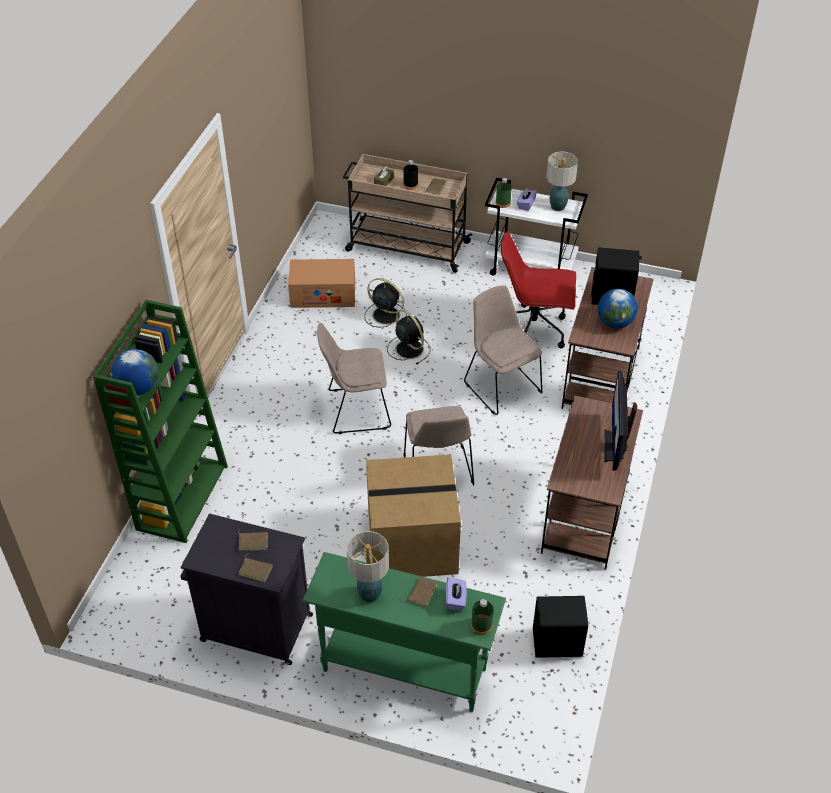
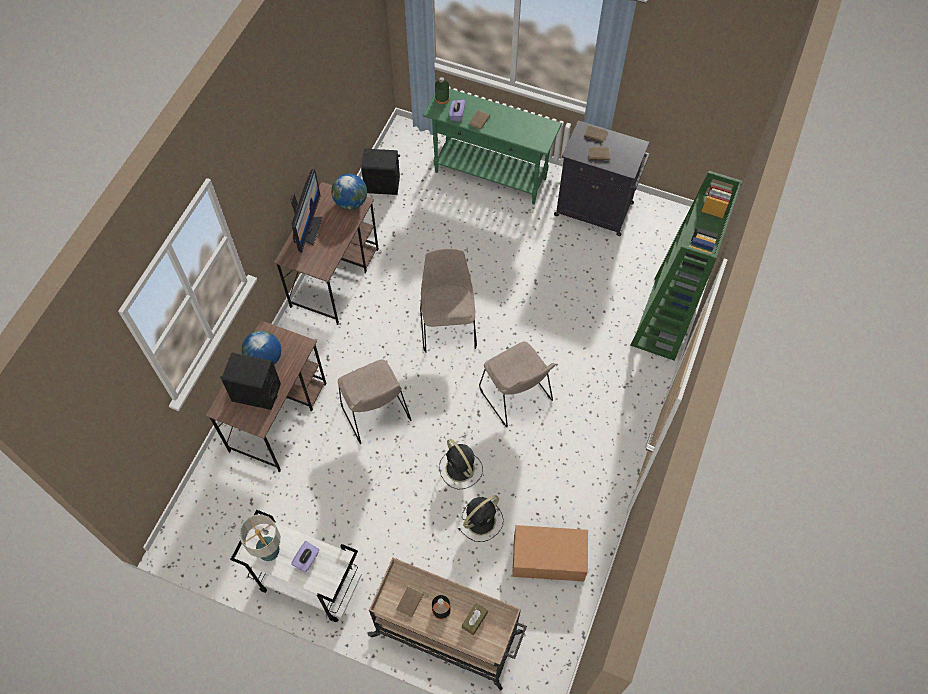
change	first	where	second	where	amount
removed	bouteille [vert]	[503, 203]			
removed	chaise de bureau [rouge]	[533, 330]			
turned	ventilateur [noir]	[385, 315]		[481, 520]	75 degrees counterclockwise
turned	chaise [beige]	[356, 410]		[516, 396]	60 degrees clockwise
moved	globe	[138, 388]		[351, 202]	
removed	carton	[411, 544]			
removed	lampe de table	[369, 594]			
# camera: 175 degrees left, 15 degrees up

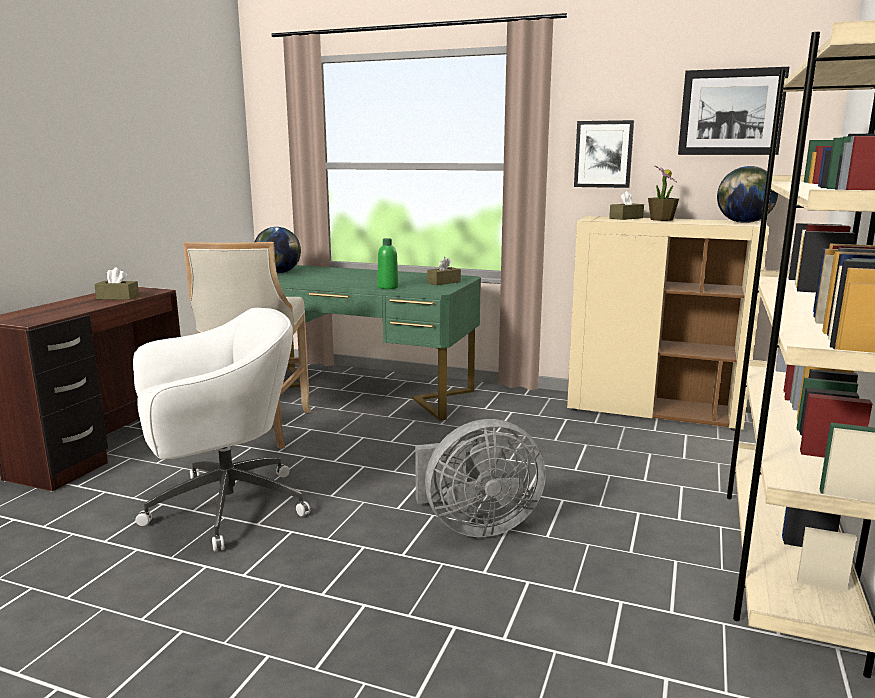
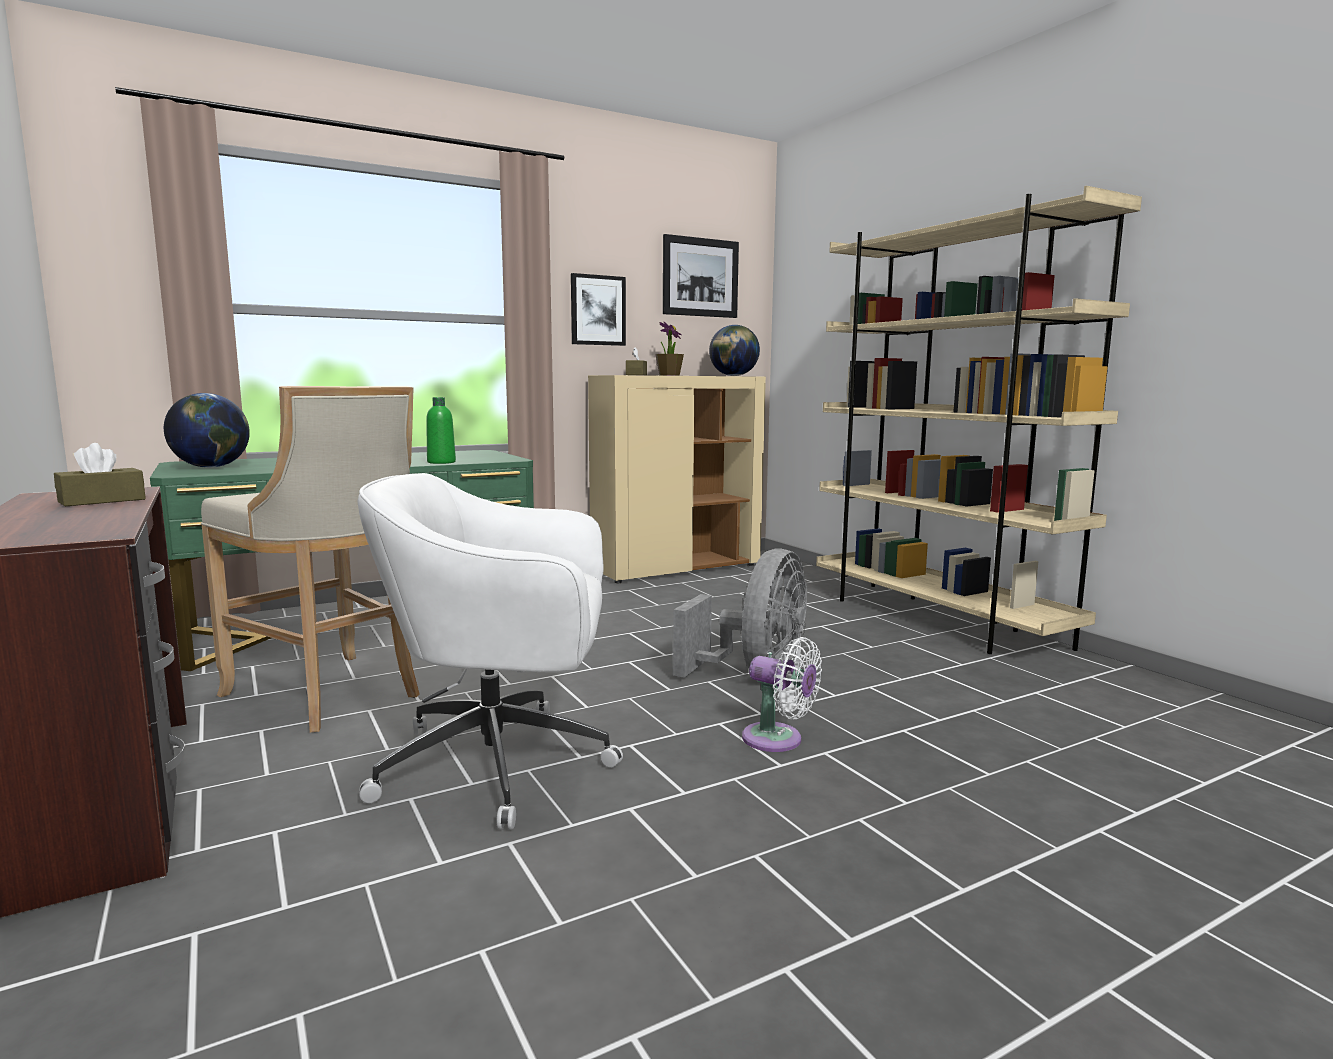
change	first	where	second	where	amount
removed	boîte à mouchoirs [marron]	[444, 282]			
turned	chaise de bureau [blanc]	[223, 508]		[502, 765]	105 degrees counterclockwise
added			ventilateur [blanc]	[778, 740]	
# camera: 50 degrees left, 5 degrees down

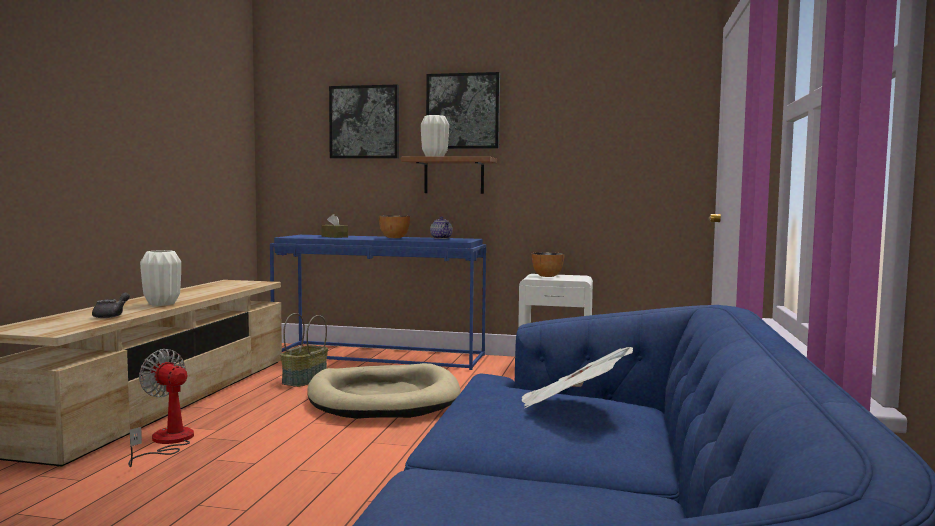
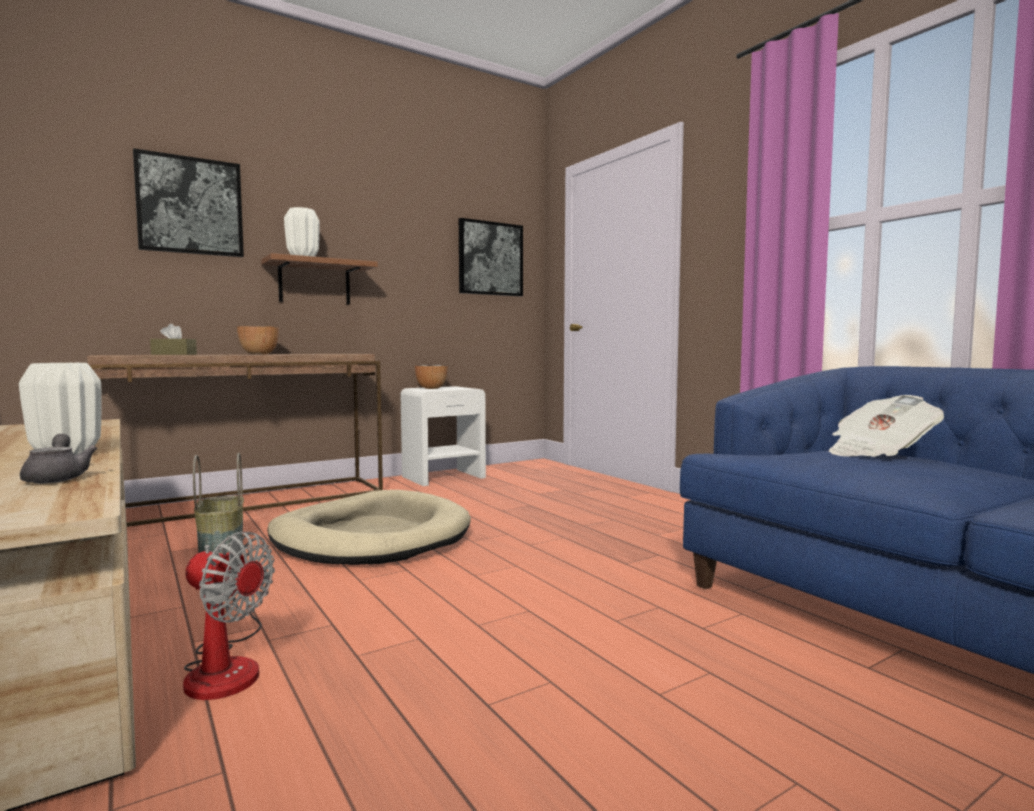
change	first	where	second	where	amount
moved	tableau	[463, 111]		[490, 259]	
removed	théière	[441, 238]			
recoloured	table console [bleu]	[381, 356]	table console [marron]	[249, 502]	
turned	ventilateur	[166, 442]		[227, 666]	150 degrees counterclockwise
# camera: 45 degrees left, 0 degrees up

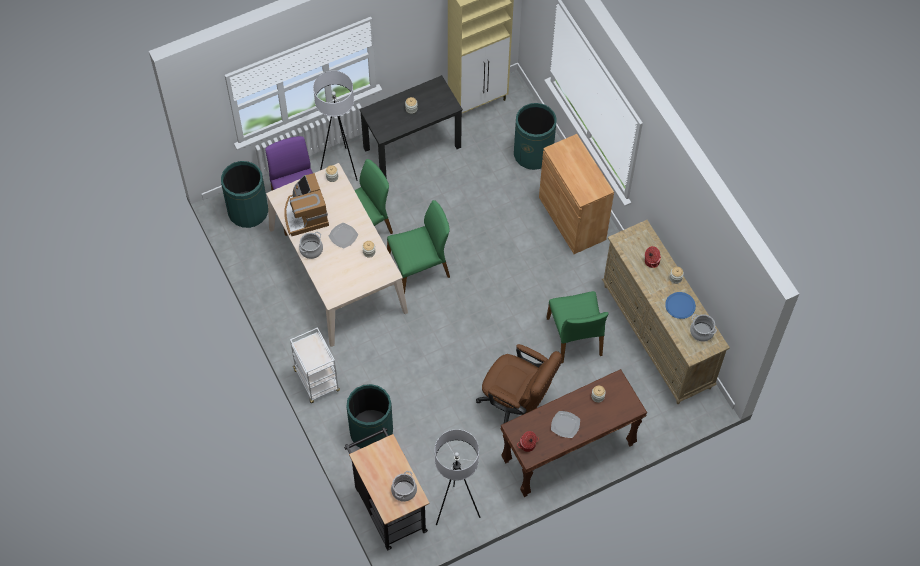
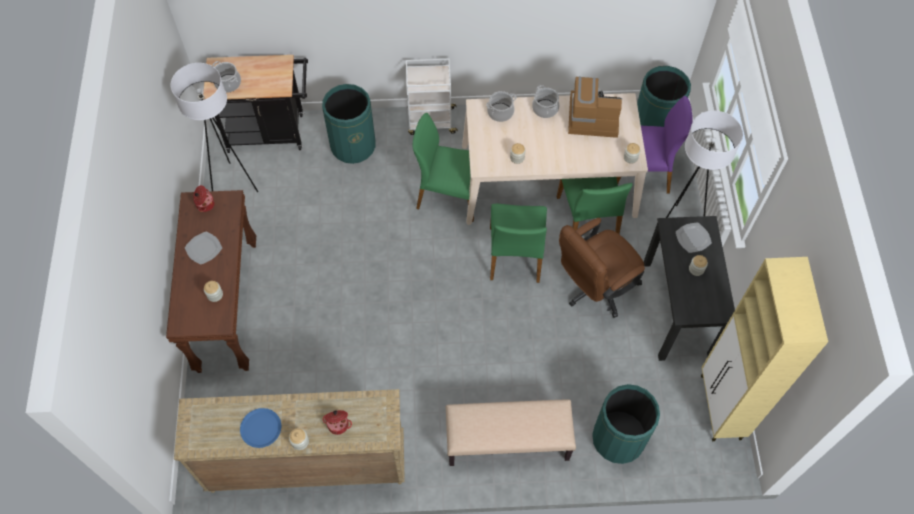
change	first	where	second	where	amount
replaced	meuble de rangement [marron]	[572, 218]	banc [beige]	[507, 442]	
moved	assiette	[343, 236]		[692, 238]	
moved	chaise [vert]	[575, 337]		[449, 194]	
moved	marmite	[701, 332]		[500, 112]	
moved	chaise de bureau [marron]	[517, 403]		[594, 288]	
# camera: 115 degrees right, 0 degrees up

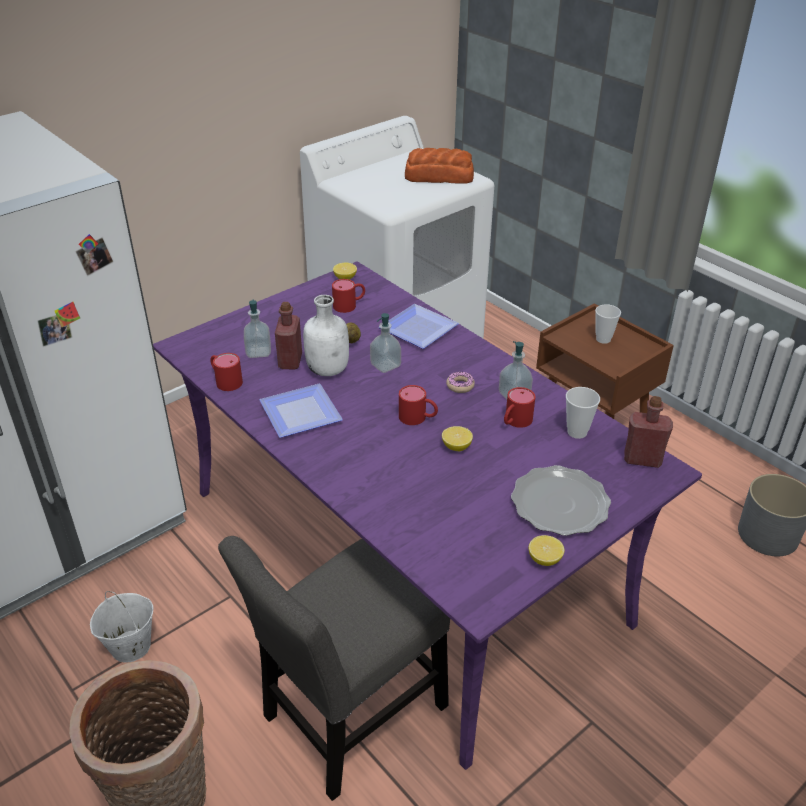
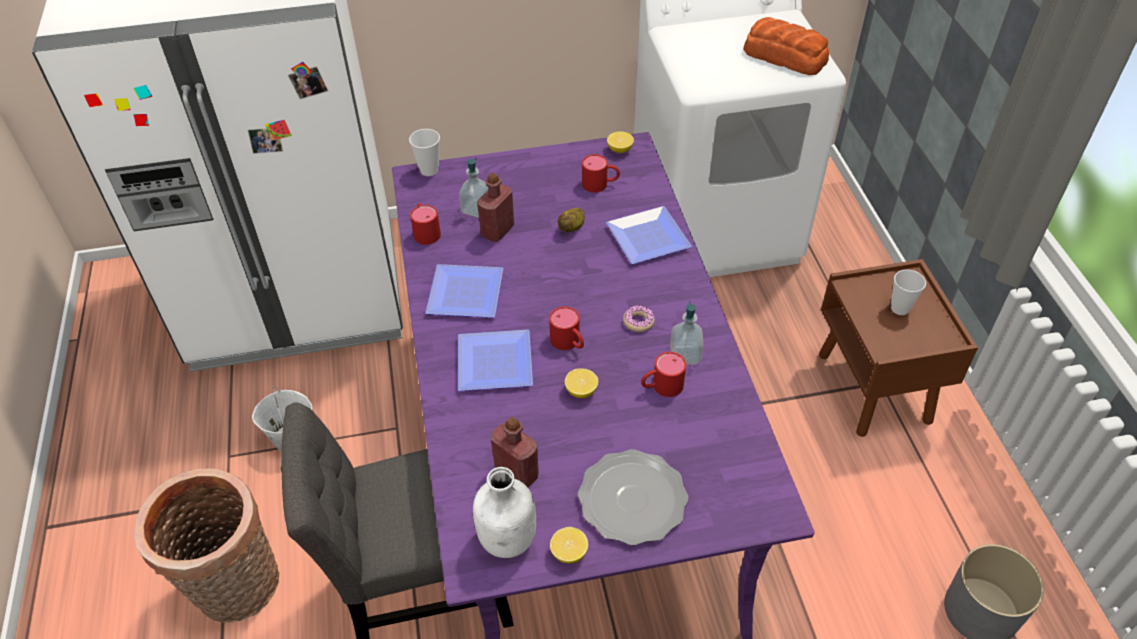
change	first	where	second	where	amount
moved	bouteille [blanc]	[328, 370]		[509, 539]	
removed	distributeur de savon	[385, 365]			
moved	tasse	[577, 432]		[429, 170]	
moved	bouteille [rouge]	[642, 459]		[517, 473]	
added			assiette	[492, 365]	
# camera: 30 degrees right, 10 degrees up

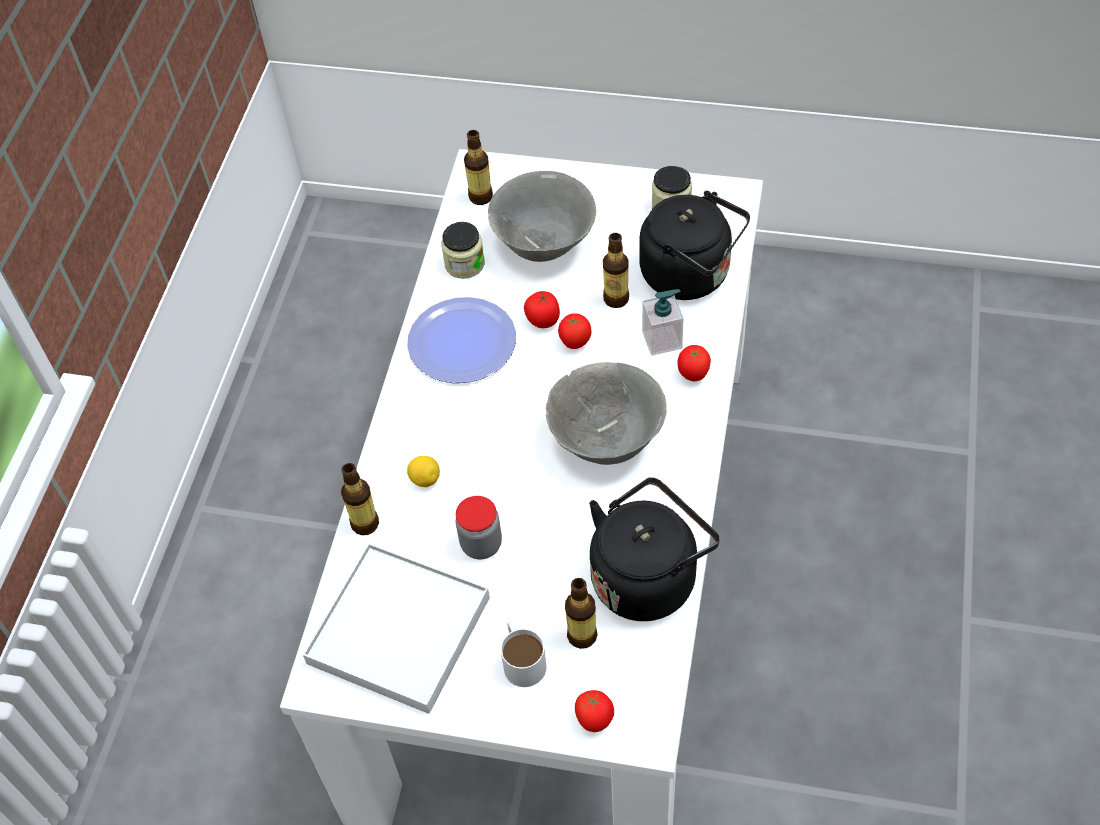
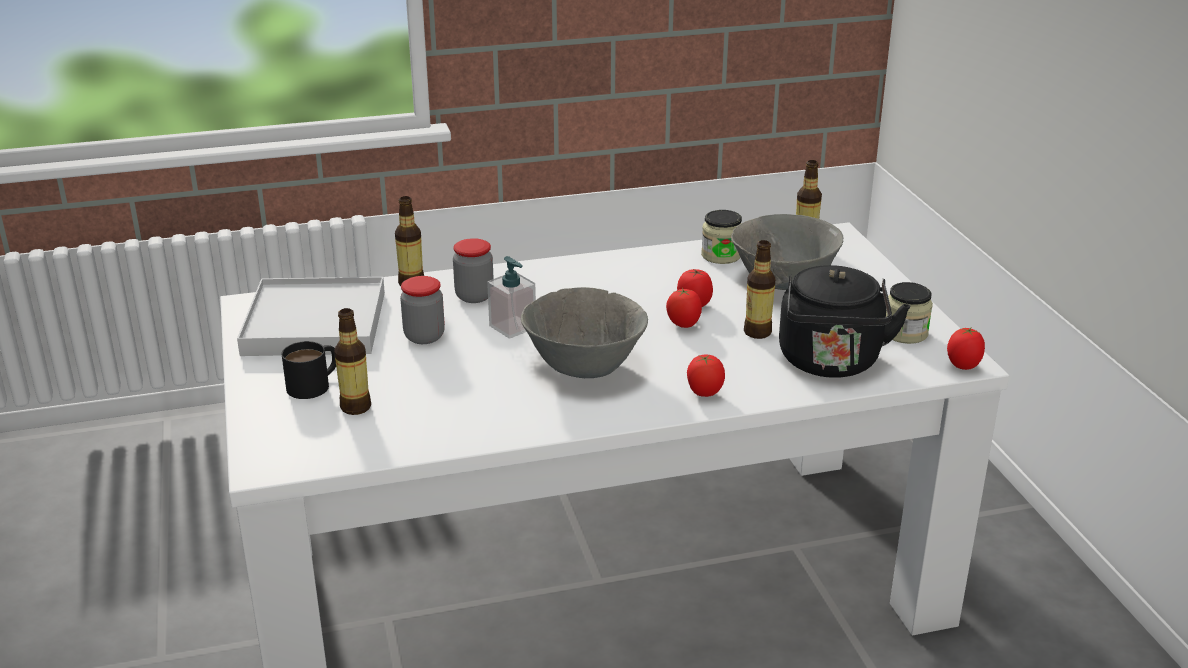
change	first	where	second	where	amount
moved	distributeur de savon	[662, 340]		[513, 327]	
removed	assiette	[462, 342]			
replaced	citron	[425, 479]	bocal	[474, 296]	
removed	bouilloire [noir]	[647, 576]			
recoloured	mug [blanc]	[521, 659]	mug [noir]	[315, 384]	
moved	tomate	[595, 720]		[963, 366]	
# camera: 60 degrees right, 25 degrees down

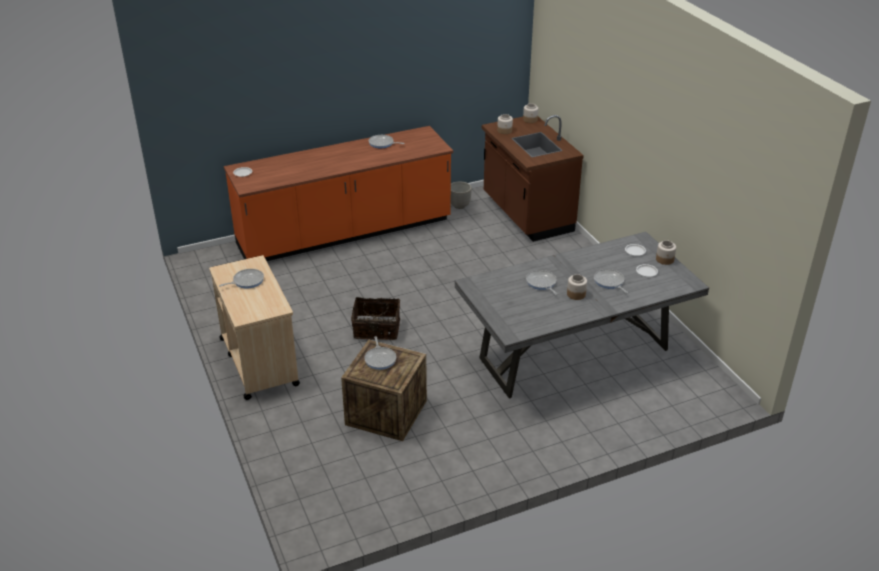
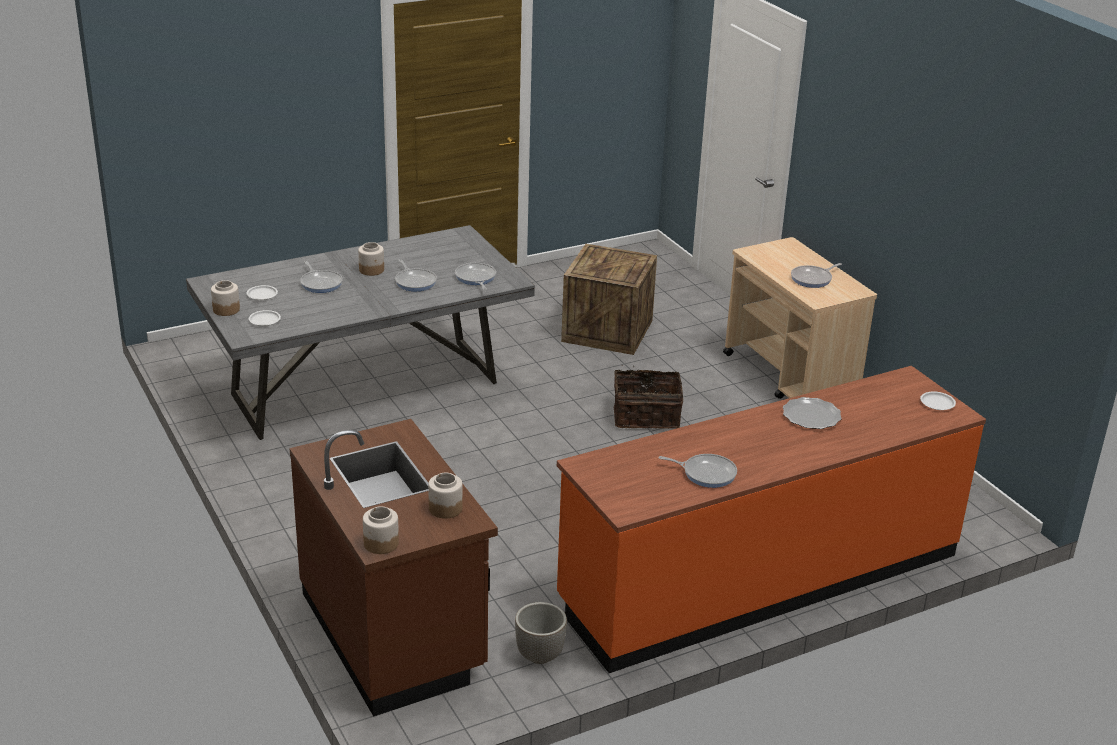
change	first	where	second	where	amount
moved	poêle	[380, 359]		[475, 278]	
added			assiette	[811, 416]	
# camera: 175 degrees right, 5 degrees down

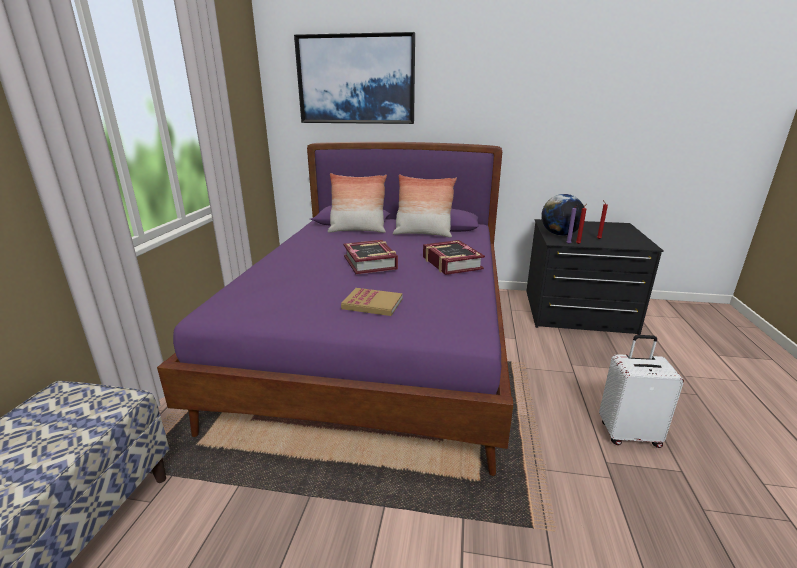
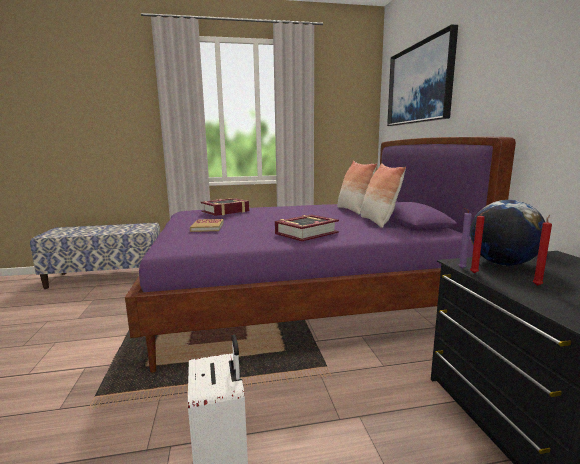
change	first	where	second	where	amount
moved	livre	[370, 262]		[225, 211]	
# camera: 70 degrees right, 10 degrees down

